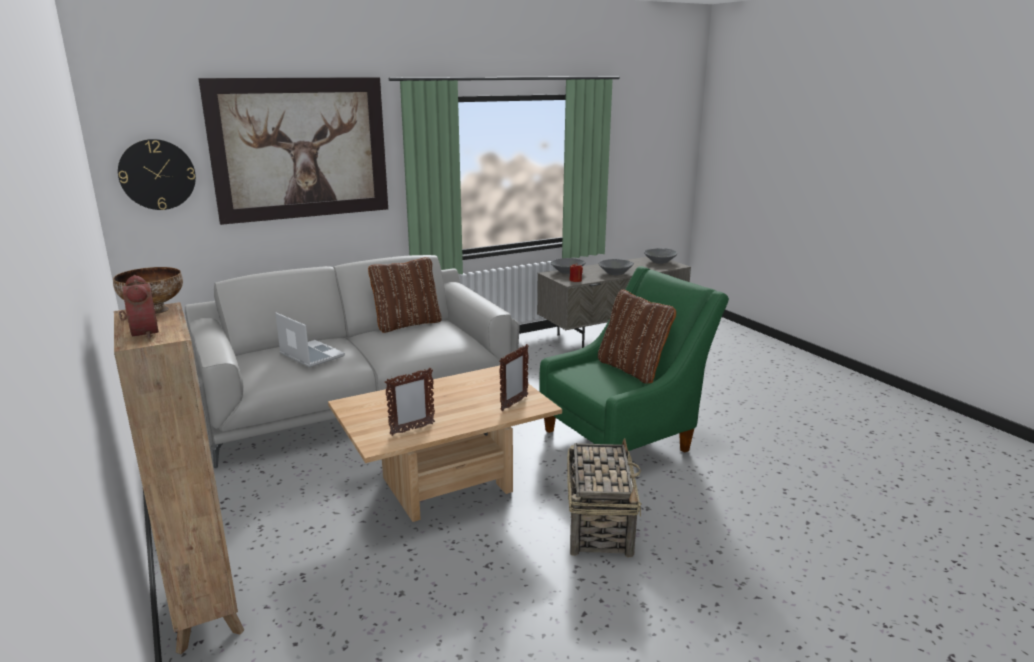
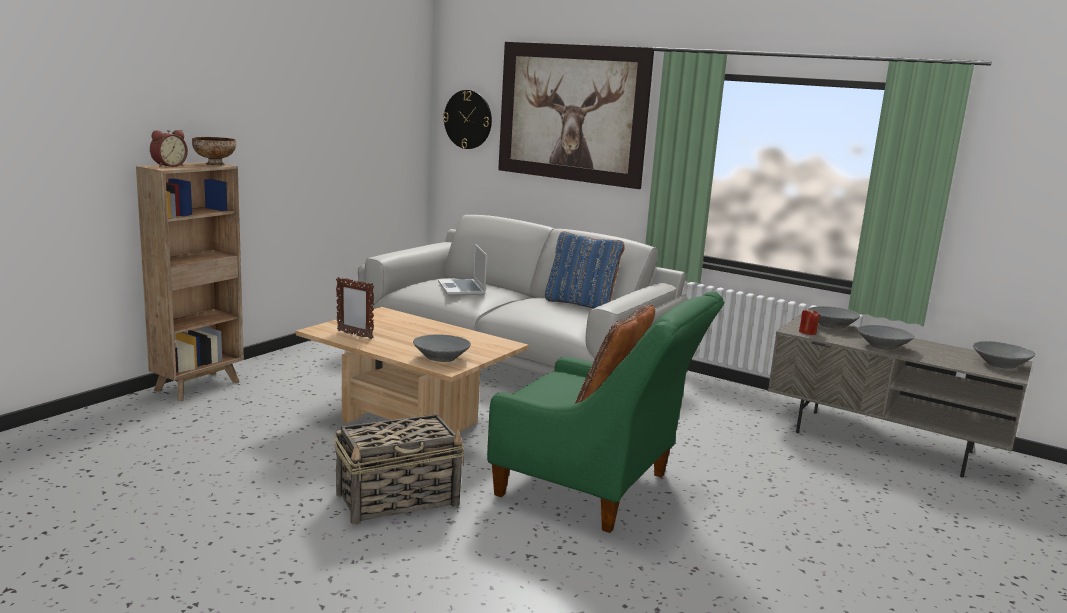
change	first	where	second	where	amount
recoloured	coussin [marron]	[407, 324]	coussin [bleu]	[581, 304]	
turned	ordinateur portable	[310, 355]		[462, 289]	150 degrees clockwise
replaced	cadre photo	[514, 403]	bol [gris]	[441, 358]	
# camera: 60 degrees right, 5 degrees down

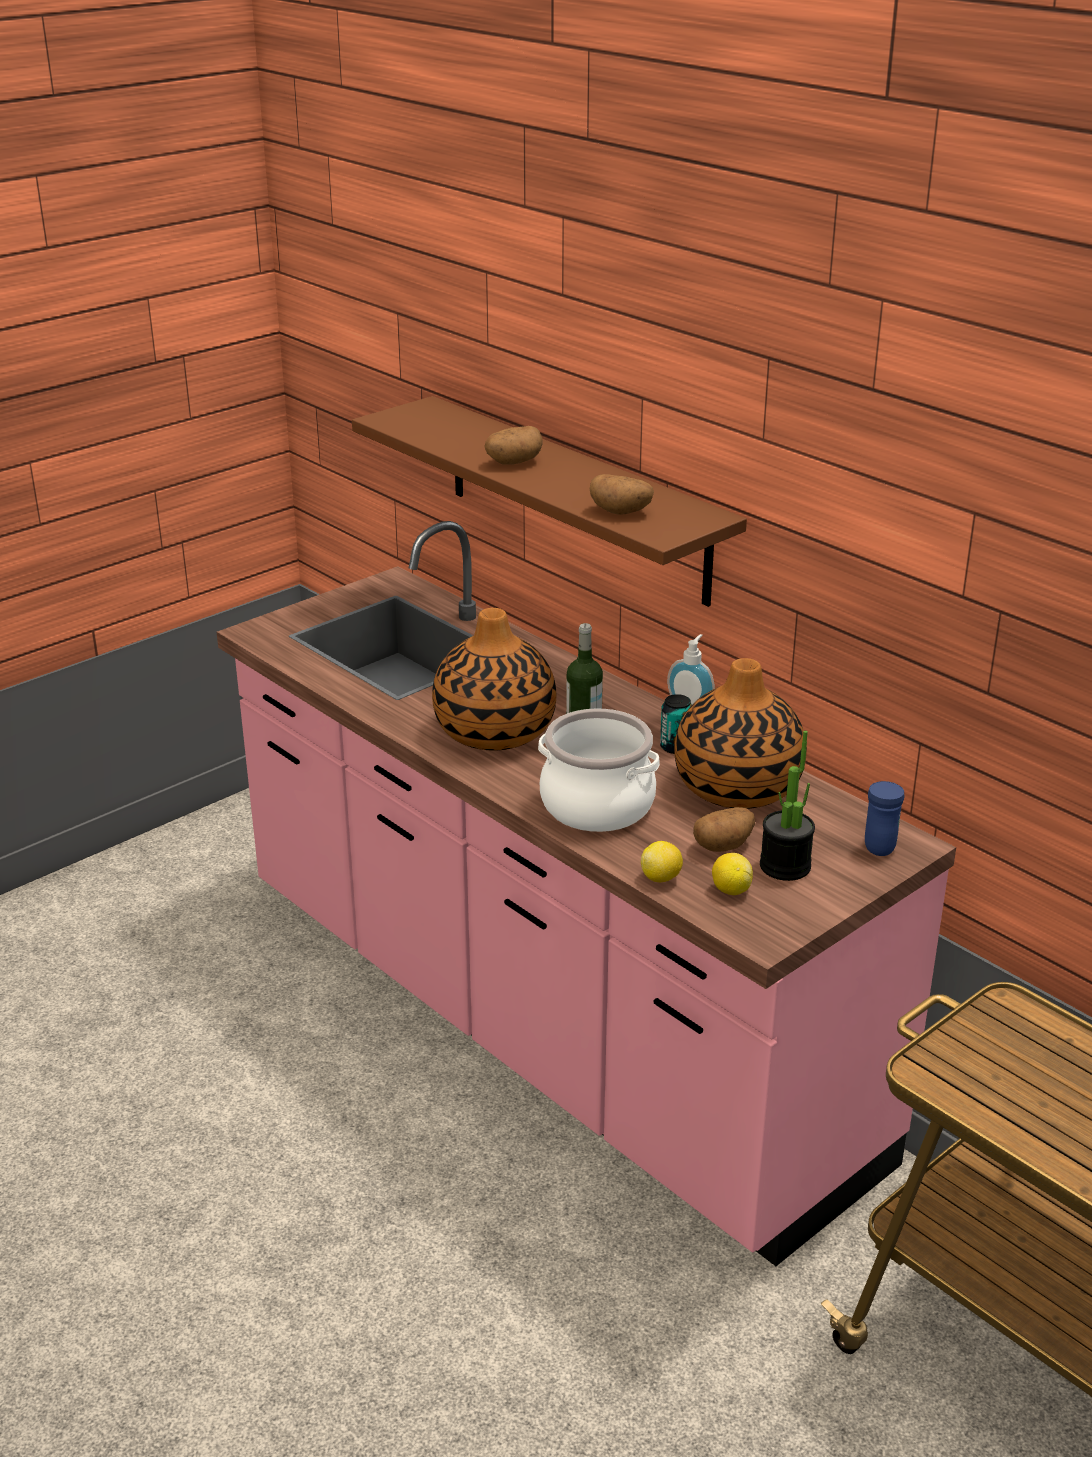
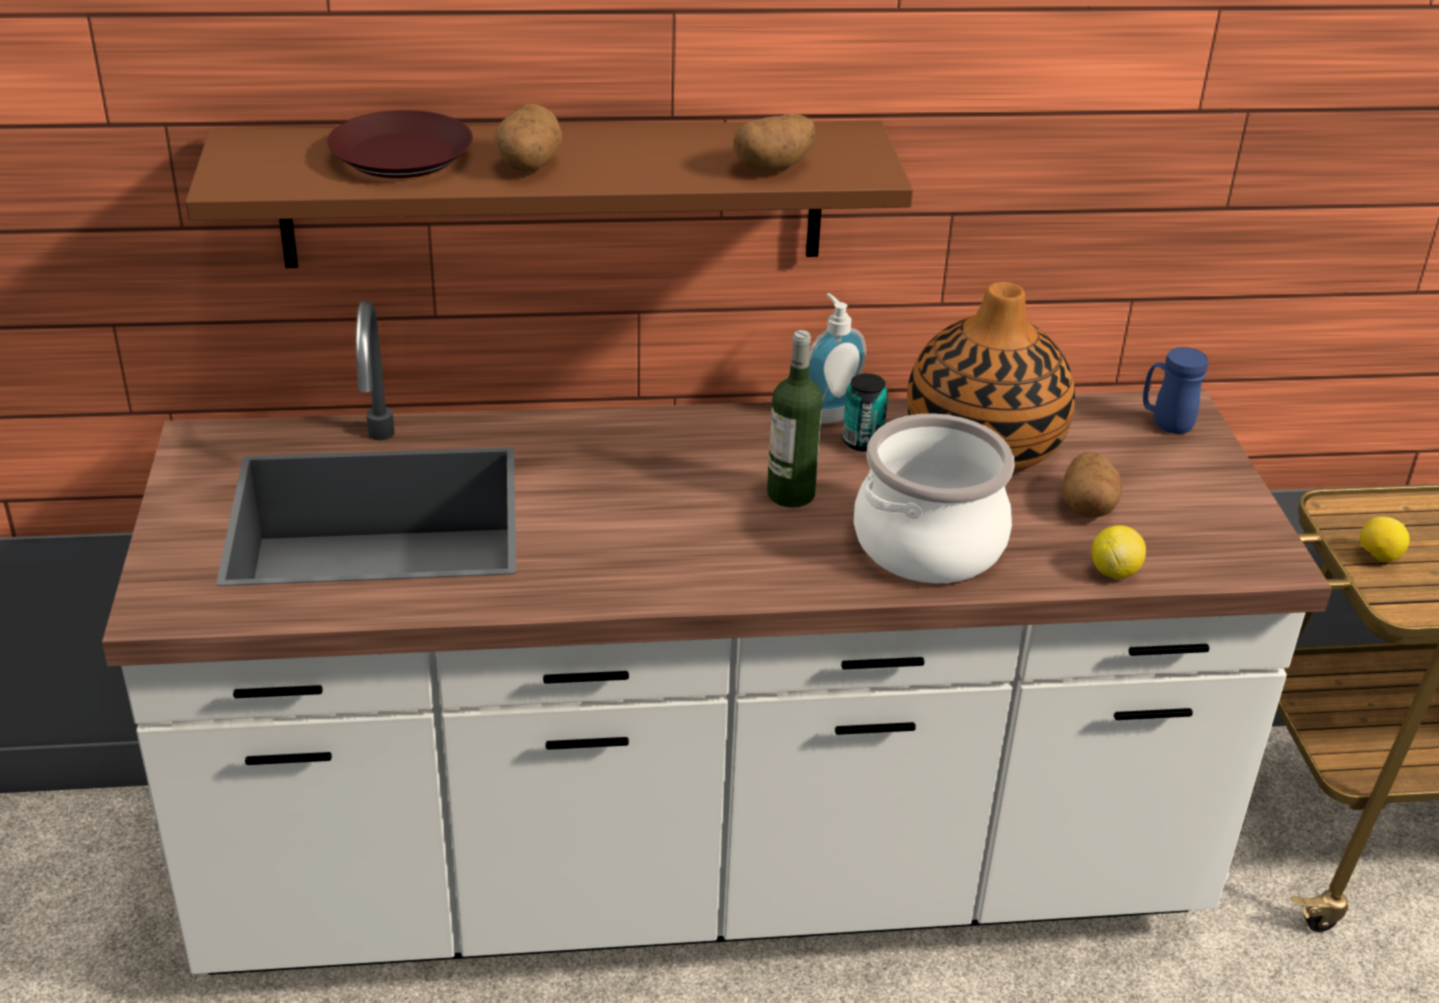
change	first	where	second	where	amount
recoloured	comptoir de cuisine [rose]	[546, 1026]	comptoir de cuisine [blanc]	[704, 876]	
removed	vase	[495, 731]			
removed	plante en pot	[785, 866]			
moved	citron	[731, 890]		[1377, 557]	
added			assiette [marron]	[403, 157]	
# camera: 55 degrees left, 5 degrees up

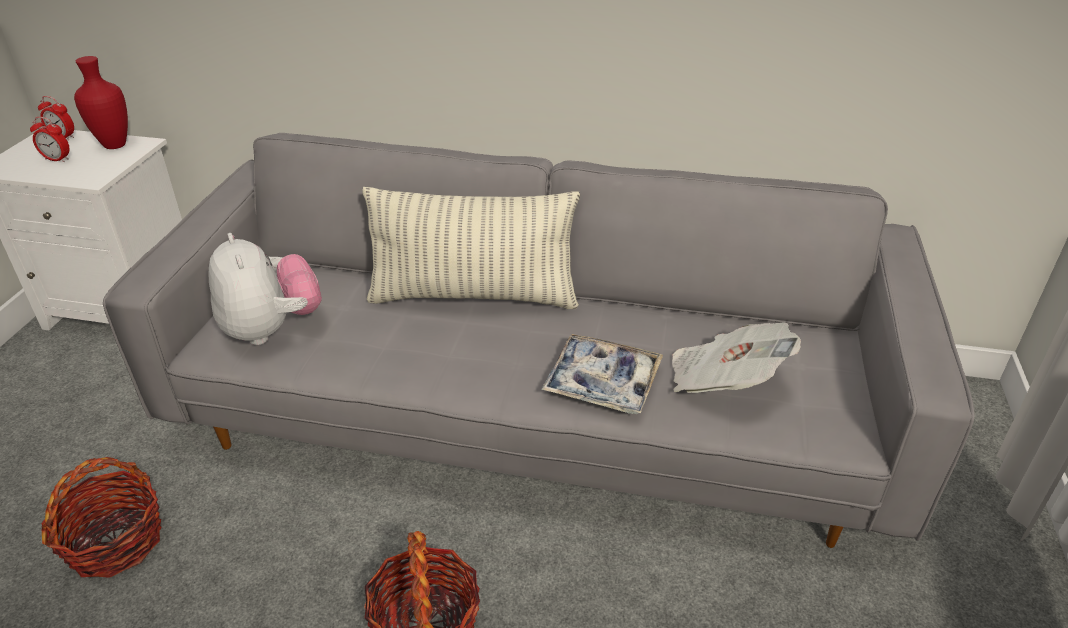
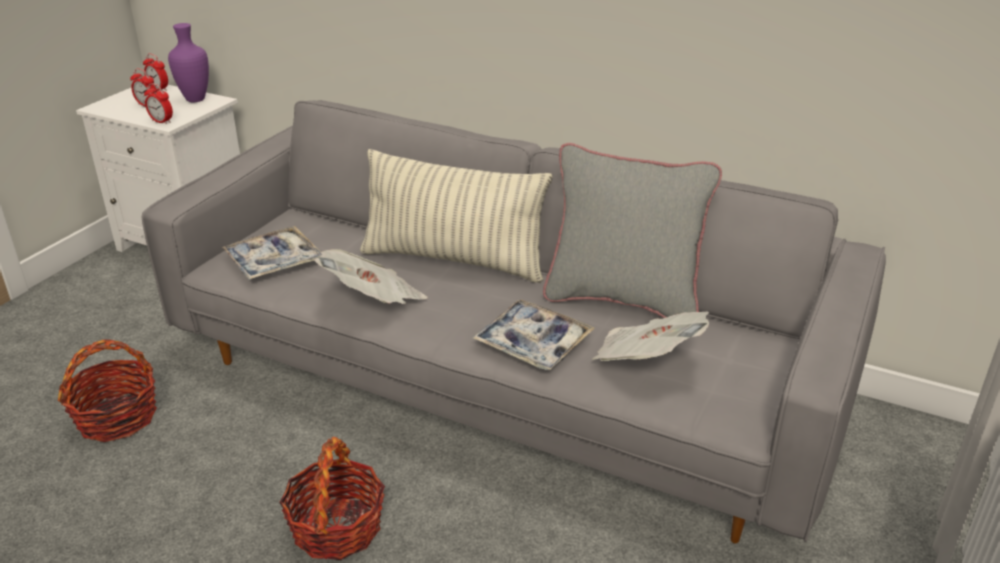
change	first	where	second	where	amount
recoloured	vase [rouge]	[116, 145]	vase [violet]	[196, 100]	
replaced	peluche	[271, 329]	plateau	[274, 261]	
added			réveil	[161, 121]	
added			coussin [gris]	[622, 299]	
added			journal	[374, 301]	
# camera: 15 degrees right, 5 degrees down

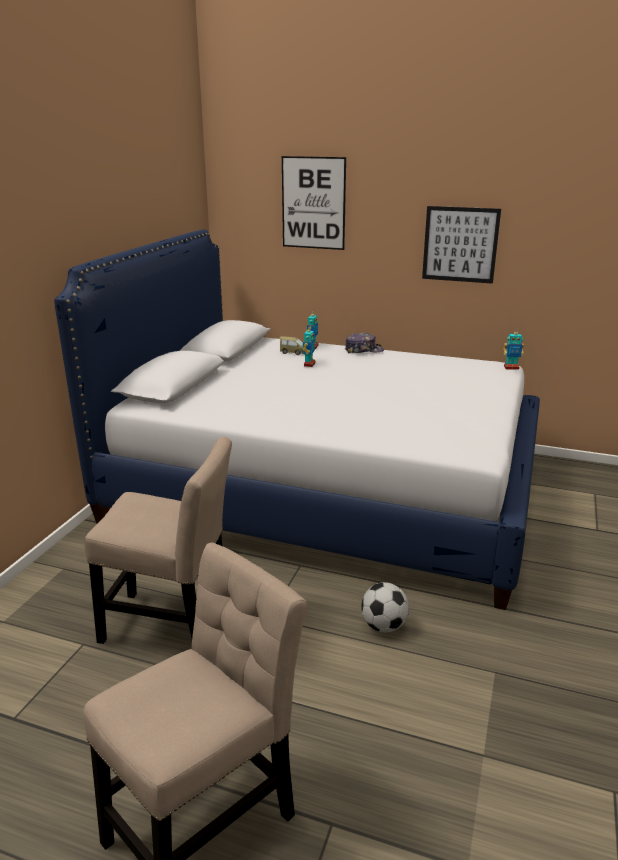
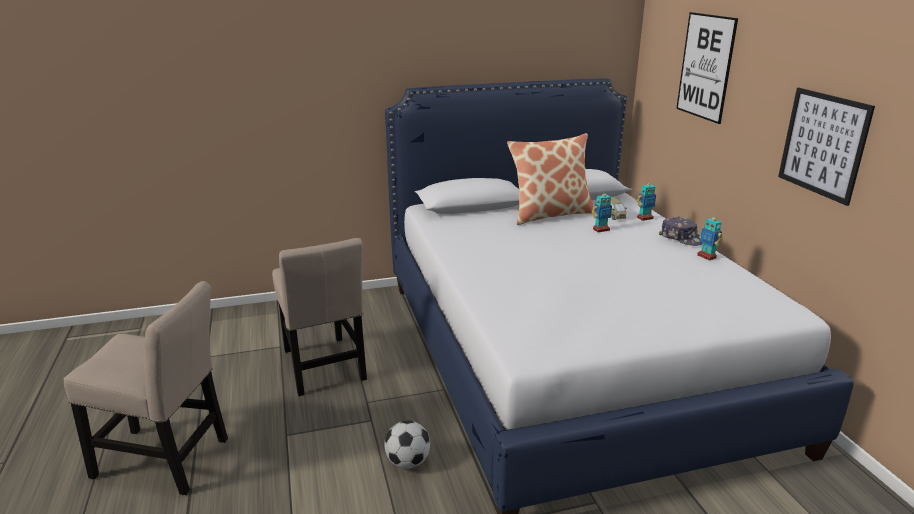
change	first	where	second	where	amount
moved	robot jouet	[511, 367]		[707, 256]	
added			coussin	[550, 214]	
# camera: 55 degrees right, 0 degrees up

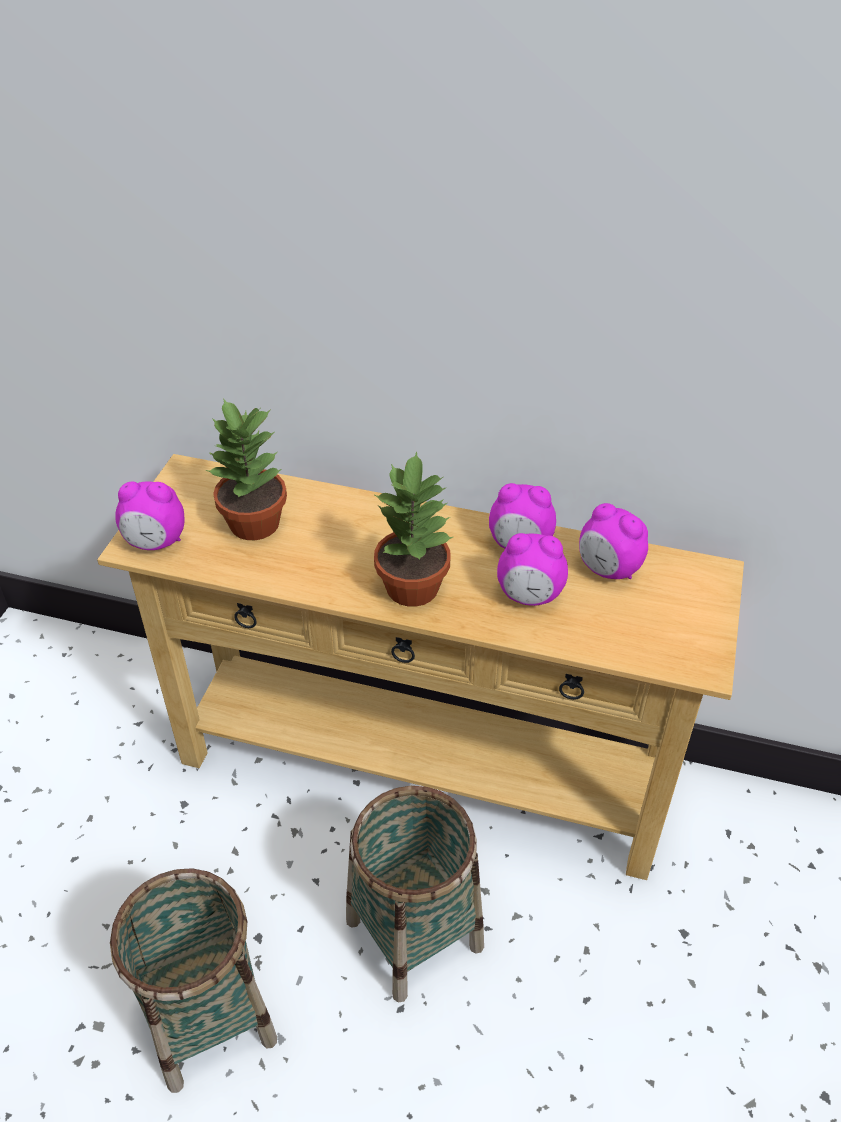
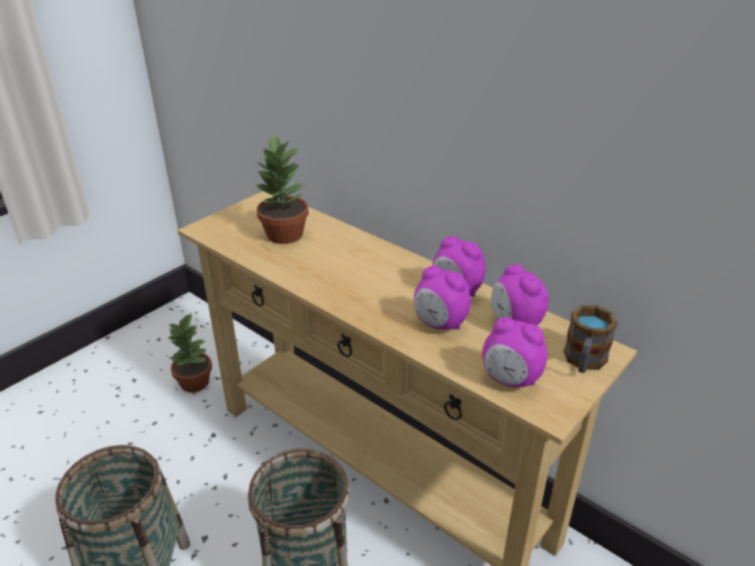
change	first	where	second	where	amount
moved	plante en pot	[414, 587]		[195, 383]	
moved	réveil	[156, 542]		[510, 380]	
added			mug	[583, 362]	
# camera: 25 degrees right, 10 degrees down

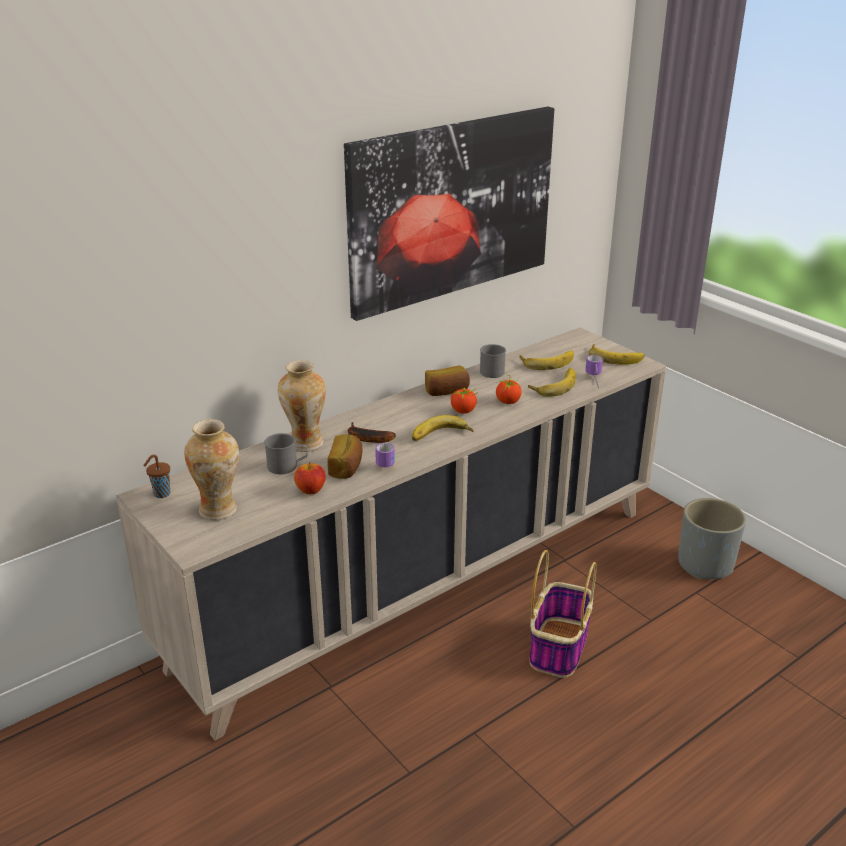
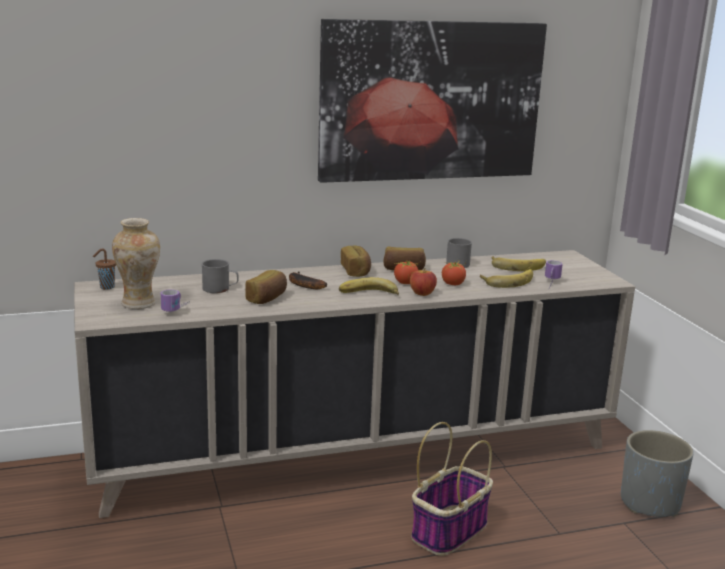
change	first	where	second	where	amount
removed	banane	[615, 357]			
removed	vase	[305, 443]			
moved	mug	[387, 461]		[177, 310]	
moved	pomme	[311, 490]		[422, 294]	
added			pain	[356, 271]	
# camera: 20 degrees right, 10 degrees down

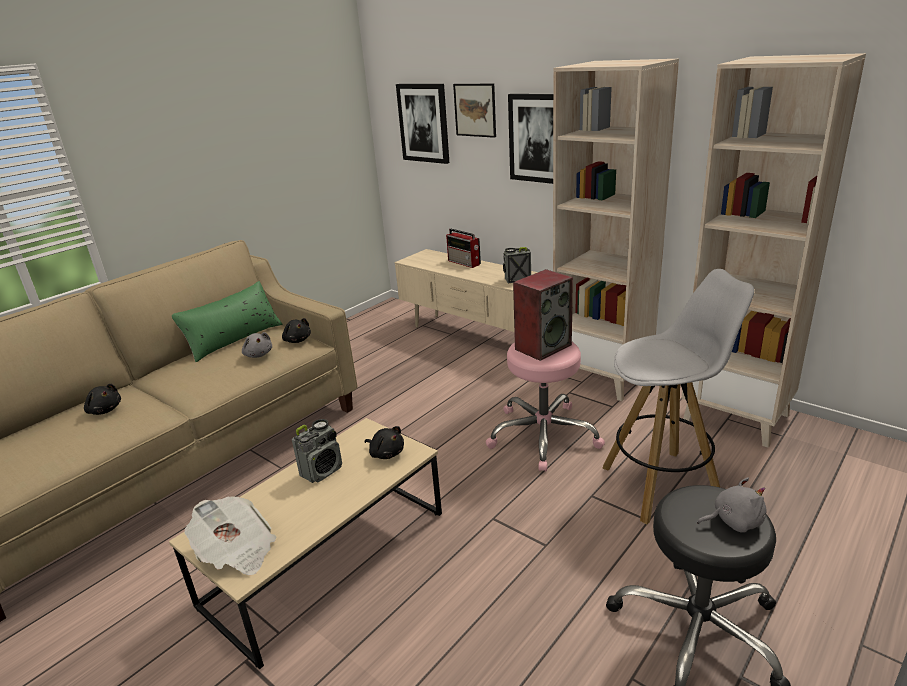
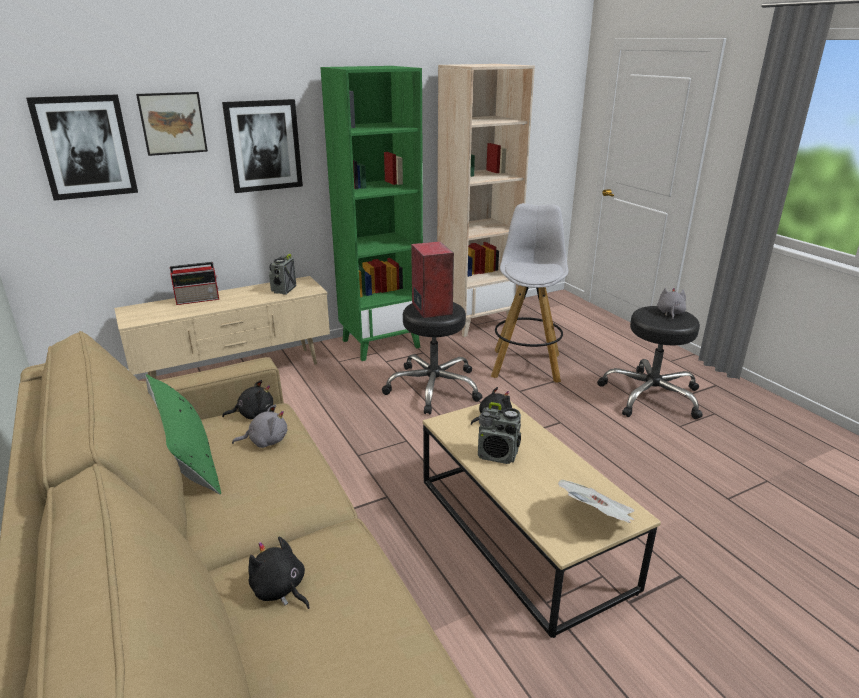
change	first	where	second	where	amount
recoloured	bibliothèque [beige]	[603, 377]	bibliothèque [vert]	[381, 343]	
recoloured	tabouret [rose]	[542, 435]	tabouret [noir]	[433, 388]	
turned	peluche [noir]	[105, 410]		[280, 590]	105 degrees counterclockwise
turned	radio	[322, 471]		[498, 455]	135 degrees clockwise
# camera: 70 degrees left, 0 degrees up

